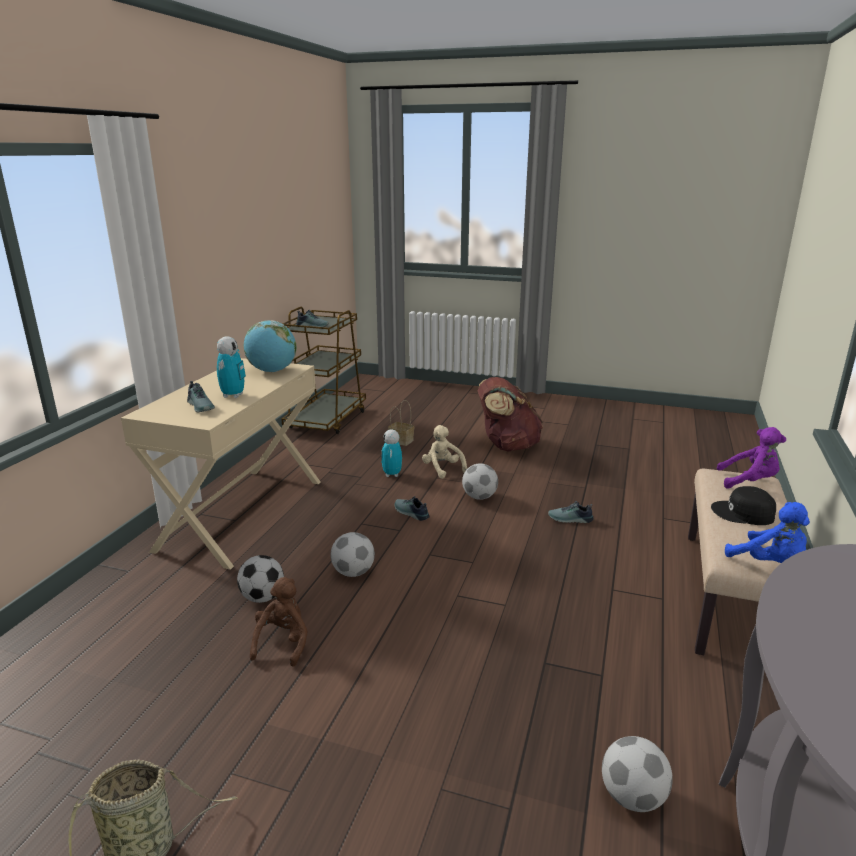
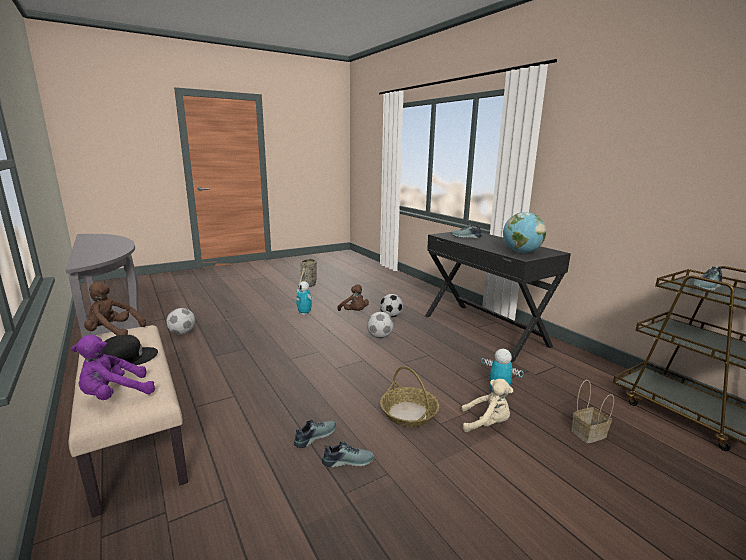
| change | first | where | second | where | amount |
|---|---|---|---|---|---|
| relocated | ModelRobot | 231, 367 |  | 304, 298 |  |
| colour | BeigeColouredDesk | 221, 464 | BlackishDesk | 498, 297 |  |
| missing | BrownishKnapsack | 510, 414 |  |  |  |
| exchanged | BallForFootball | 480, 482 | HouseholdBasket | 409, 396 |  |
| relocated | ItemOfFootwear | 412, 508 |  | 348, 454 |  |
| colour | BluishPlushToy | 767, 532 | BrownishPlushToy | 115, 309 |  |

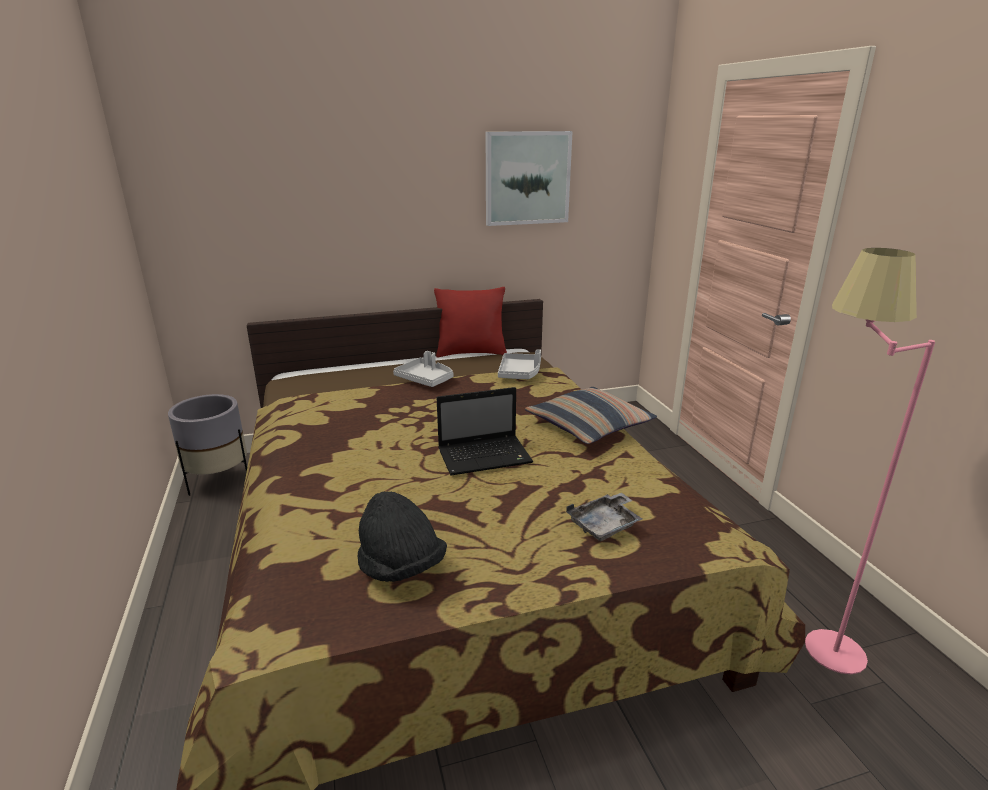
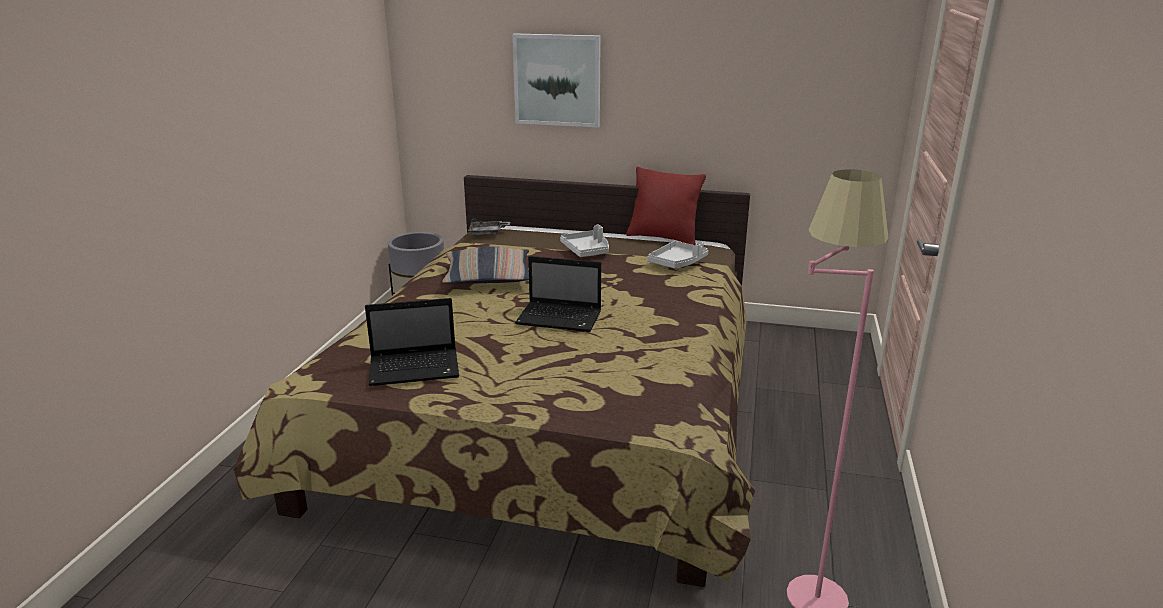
| change | first | where | second | where | amount |
|---|---|---|---|---|---|
| relocated | Picture | 529, 178 |  | 556, 80 |  |
| relocated | Cushion | 591, 415 |  | 485, 265 |  |
| exchanged | BlackishClothingHat | 402, 537 | PortableComputer | 412, 342 |  |
| relocated | GreyishTray | 604, 517 |  | 489, 227 |  |

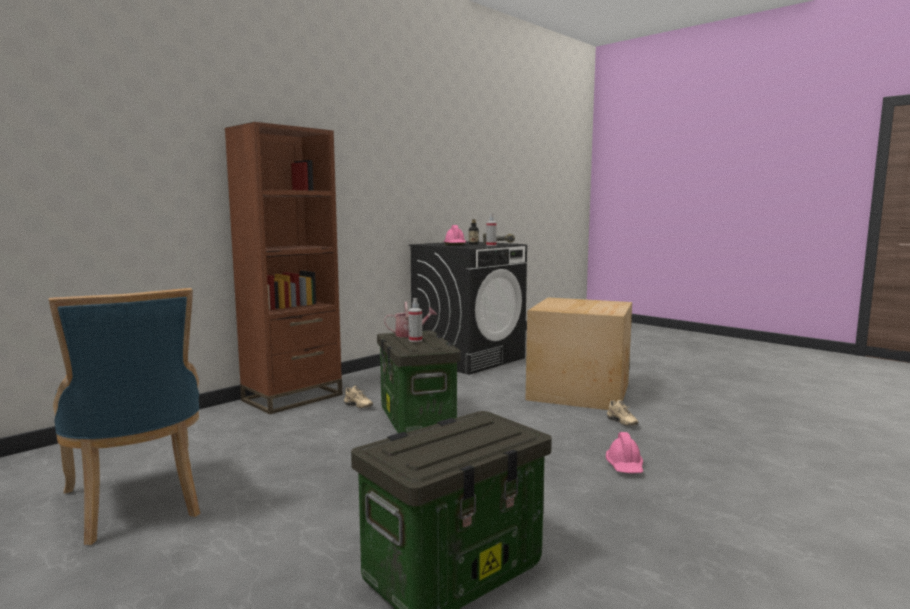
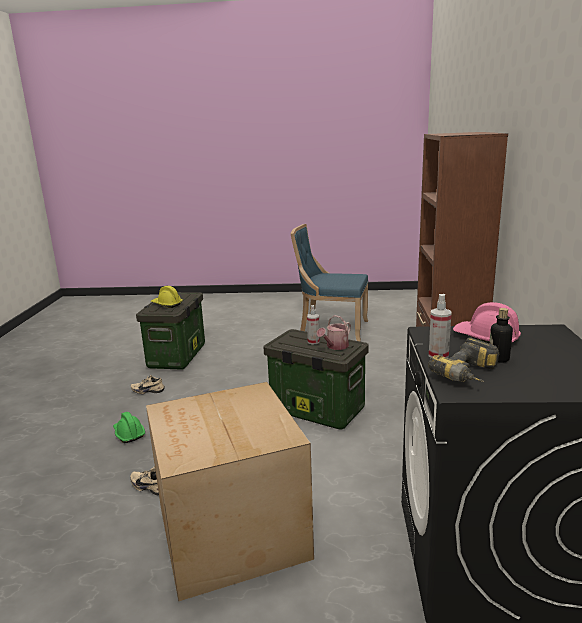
| change | first | where | second | where | amount |
|---|---|---|---|---|---|
| relocated | BeigeColouredItemOfFootwear | 358, 397 |  | 148, 384 |  |
| colour | PinkishHardHat | 624, 452 | GreenHardHat | 129, 427 |  |
| appeared |  |  | YellowColouredHardHat | 167, 297 |  |

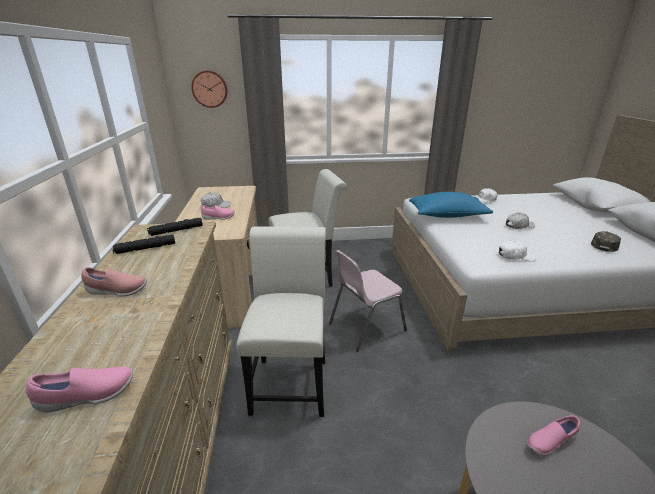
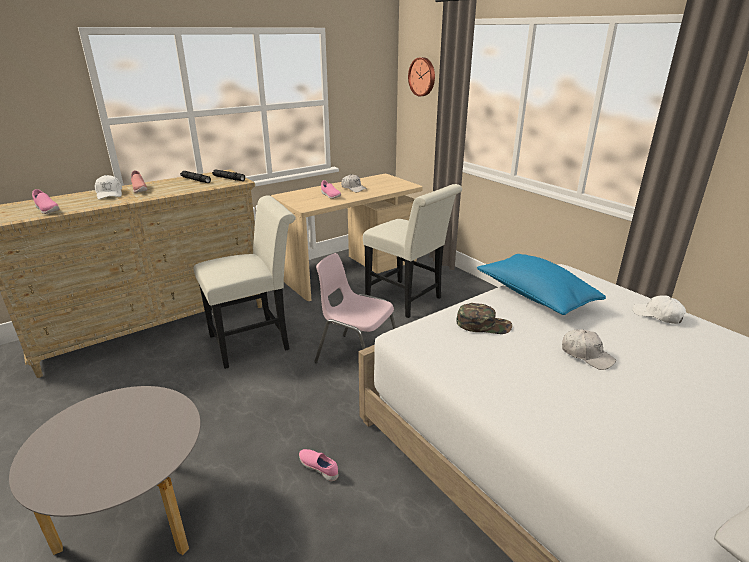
| change | first | where | second | where | amount |
|---|---|---|---|---|---|
| relocated | GreenPeakedCap | 606, 241 |  | 484, 318 |  |
| relocated | WhiteColouredPeakedCap | 517, 251 |  | 108, 187 |  |
| relocated | PinkishItemOfFootwear | 553, 435 |  | 318, 465 |  |

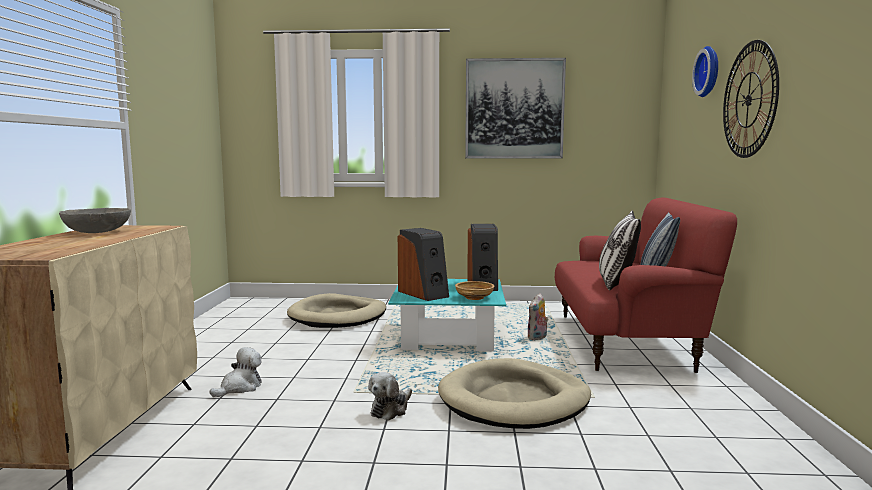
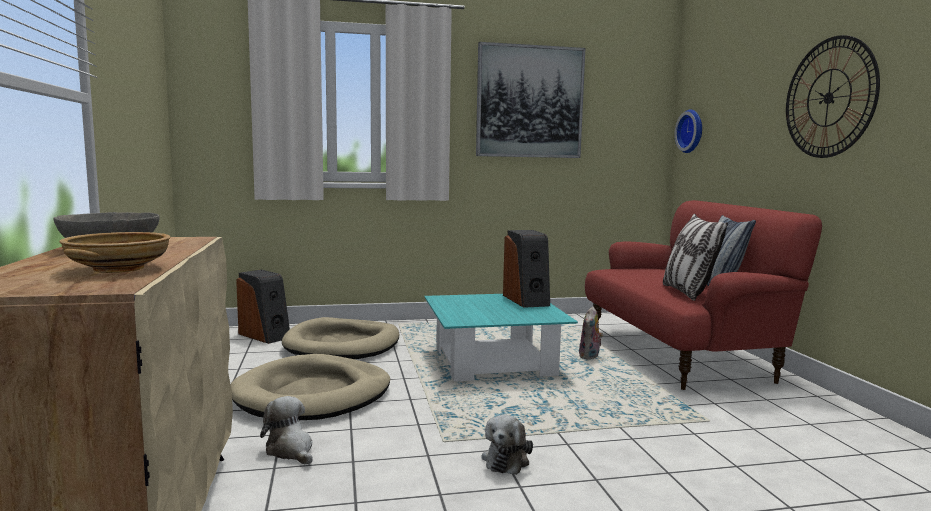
| change | first | where | second | where | amount |
|---|---|---|---|---|---|
| relocated | ClockOnTheWall | 705, 71 |  | 688, 131 |  |
| relocated | Loudspeaker | 423, 264 |  | 263, 307 |  |
| relocated | BeigeColouredDeepDish | 474, 290 |  | 115, 252 |  |
| spun | PlushToy | 236, 372 |  | 286, 430 | 60 degrees counterclockwise |
| relocated | BeigeColouredDogCushion | 514, 393 |  | 310, 387 |  |

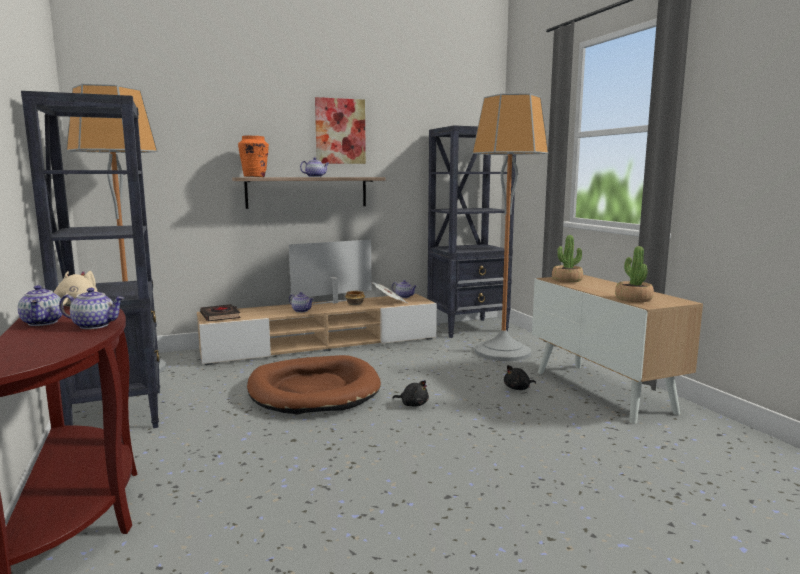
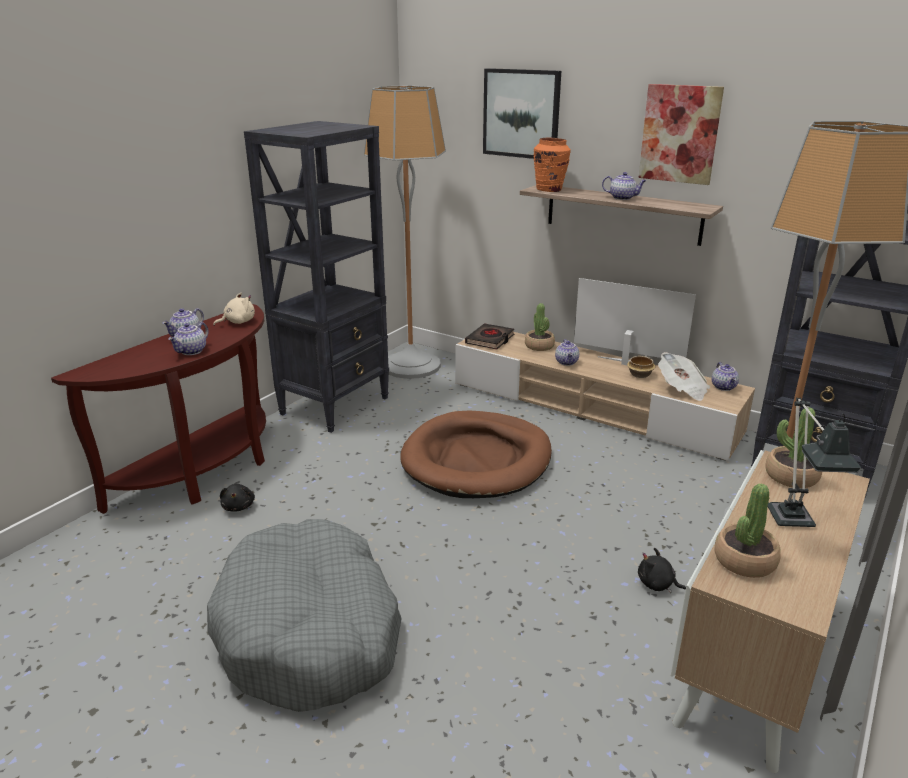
| change | first | where | second | where | amount |
|---|---|---|---|---|---|
| spun | Teapot | 91, 308 |  | 188, 338 | 60 degrees clockwise |
| relocated | BlackishPlushToy | 410, 393 |  | 237, 498 |  |
| appeared |  |  | Picture | 522, 113 |  |
| appeared |  |  | PlantInAPot | 540, 327 |  |
| appeared |  |  | TableLamp | 814, 462 |  |
| appeared |  |  | GreyishDogCushion | 304, 615 |  |

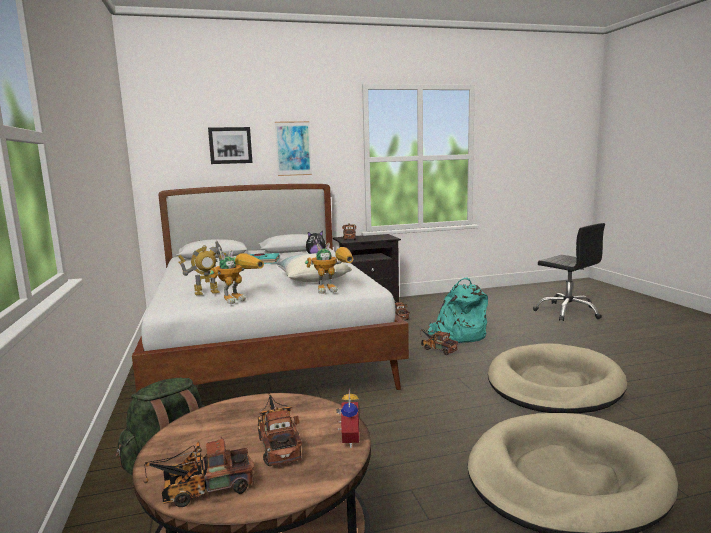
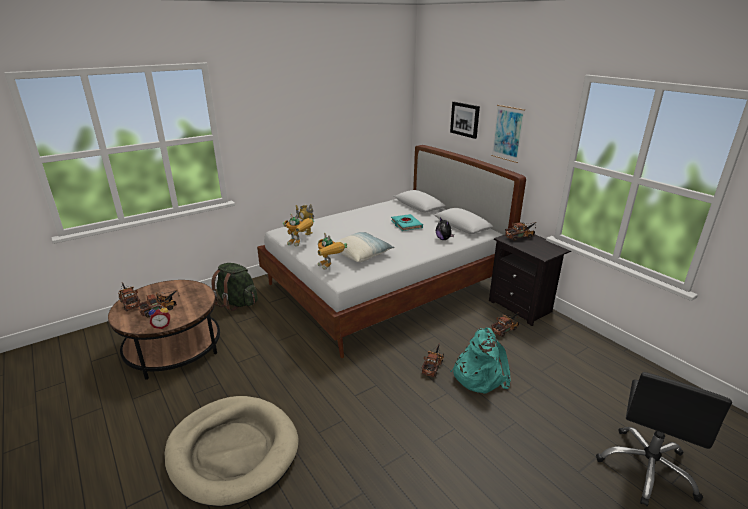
| change | first | where | second | where | amount |
|---|---|---|---|---|---|
| missing | BeigeColouredDogCushion | 557, 378 |  |  |  |

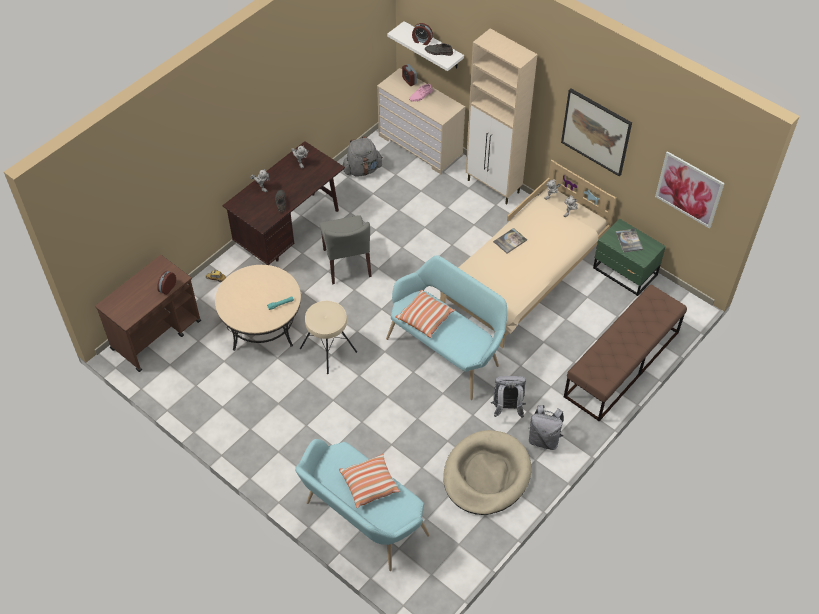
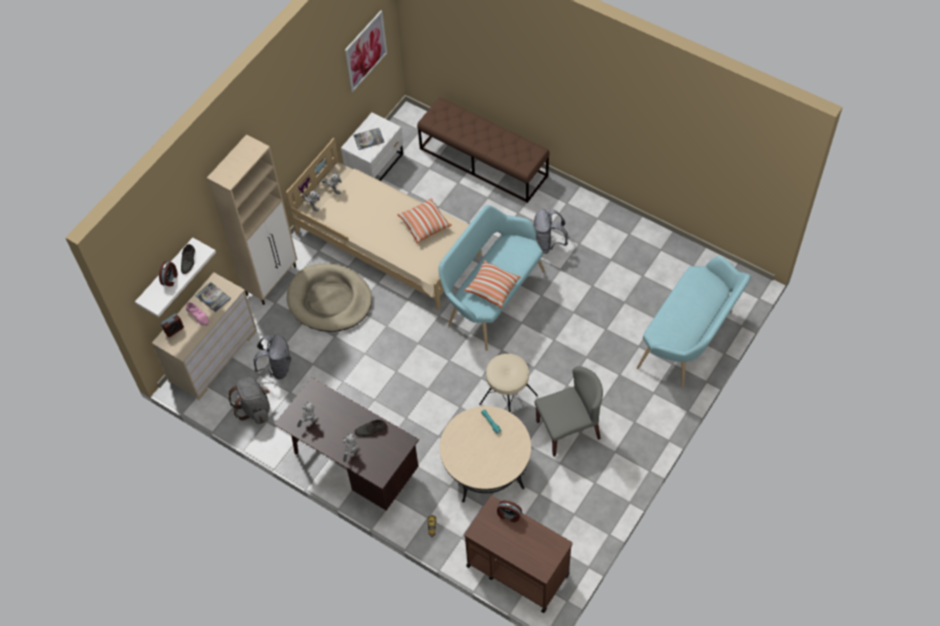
| change | first | where | second | where | amount |
|---|---|---|---|---|---|
| missing | Picture | 596, 132 |  |  |  |
| relocated | GreyishPlainChair | 345, 249 |  | 568, 411 |  |
| colour | GreenNightTable | 629, 257 | WhiteColouredNightTable | 372, 146 |  |
| relocated | Book | 510, 241 |  | 213, 297 |  |
| relocated | GreyishKnapsack | 546, 427 |  | 272, 356 |  |
| relocated | BeigeColouredDogCushion | 487, 472 |  | 329, 297 |  |
| relocated | Cushion | 369, 481 |  | 424, 220 |  |

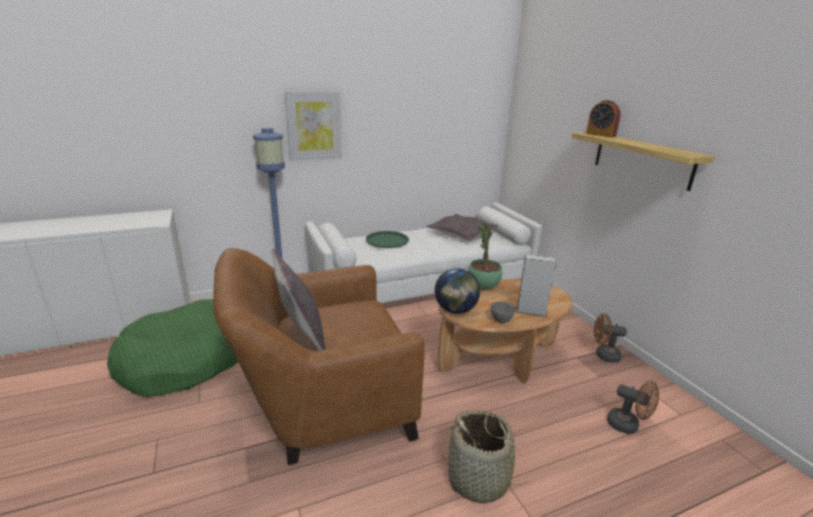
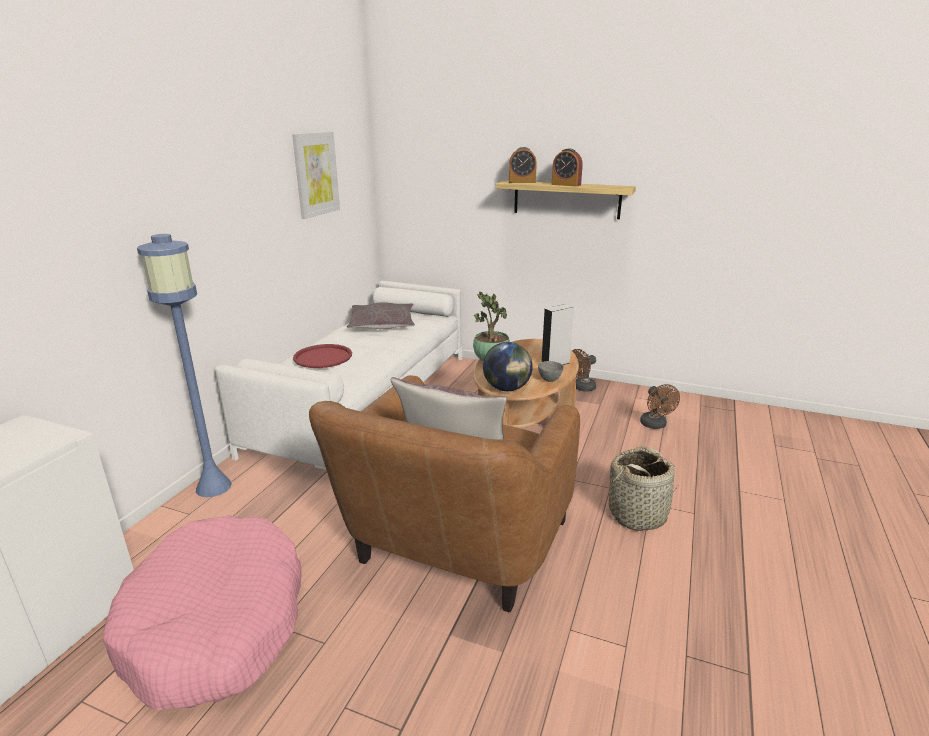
| change | first | where | second | where | amount |
|---|---|---|---|---|---|
| relocated | Picture | 313, 126 |  | 316, 175 |  |
| colour | GreenTray | 387, 239 | RedTray | 322, 356 |  |
| colour | GreenDogCushion | 172, 348 | PinkishDogCushion | 201, 613 |  |
| spun | BrownishElectricFan | 633, 407 |  | 660, 406 | 90 degrees clockwise |
| appeared |  |  | BedsideClock | 567, 167 |  |

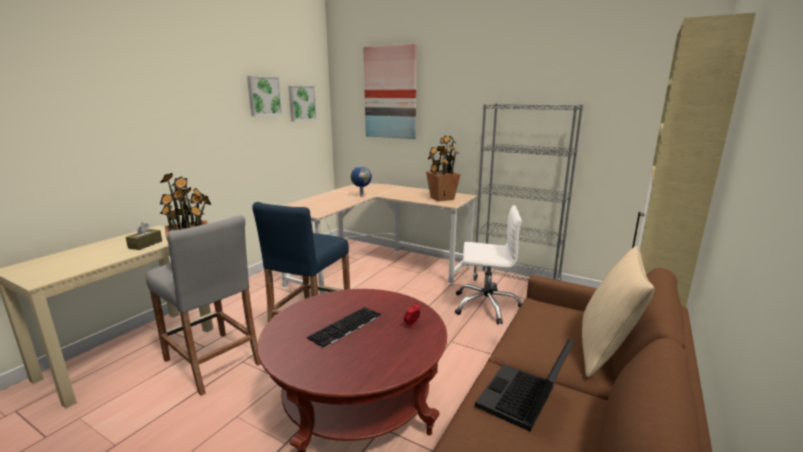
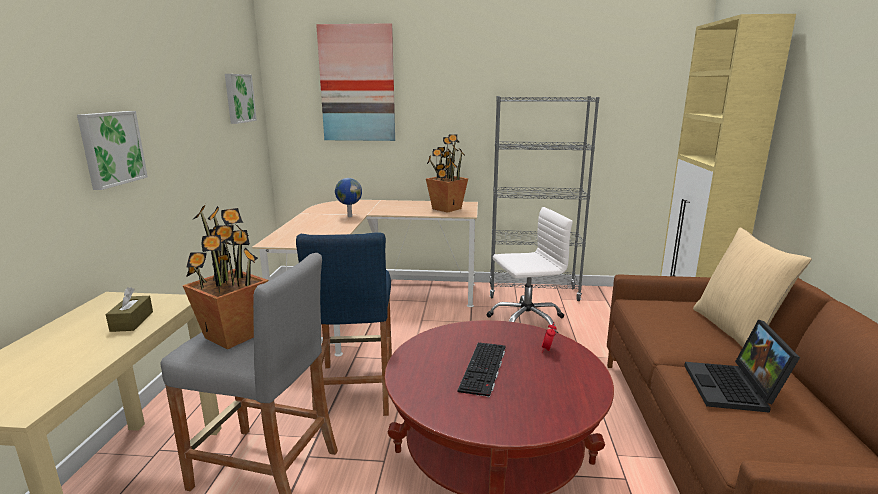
| change | first | where | second | where | amount |
|---|---|---|---|---|---|
| relocated | Picture | 264, 96 |  | 112, 150 |  |

